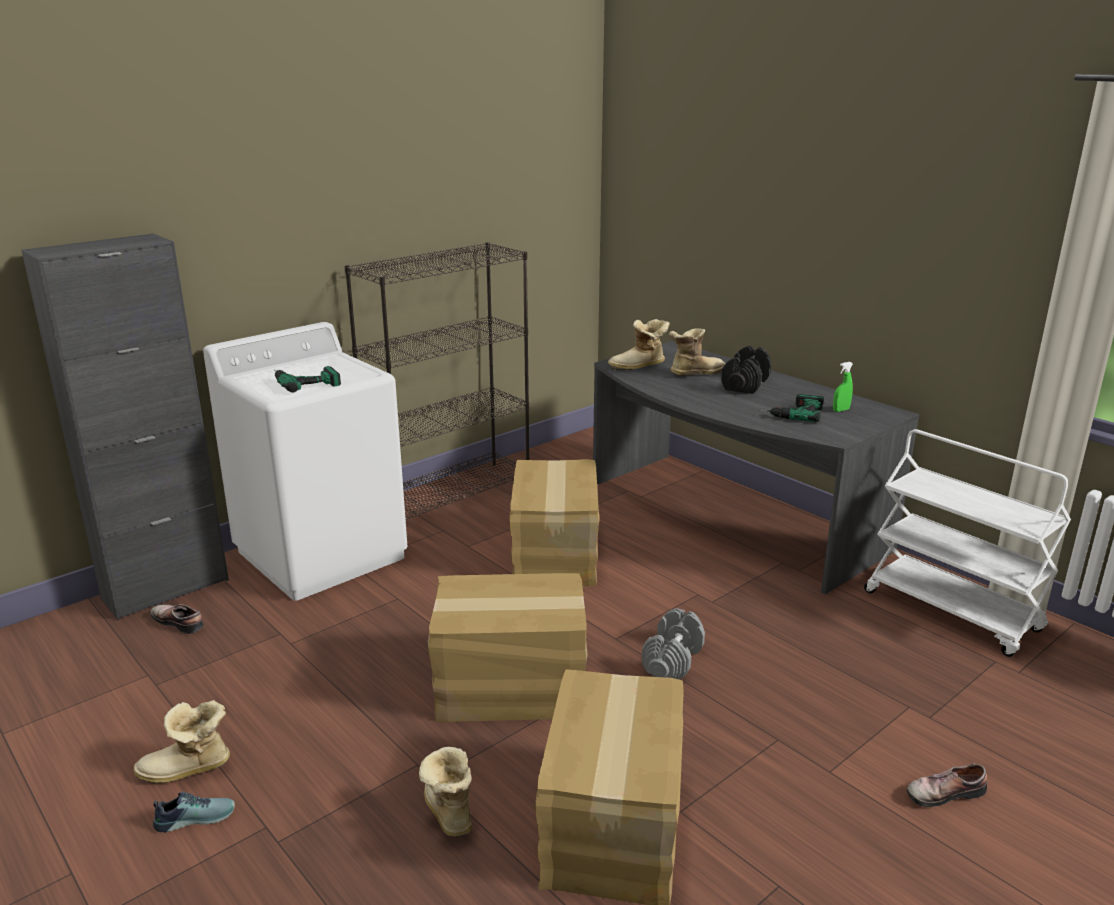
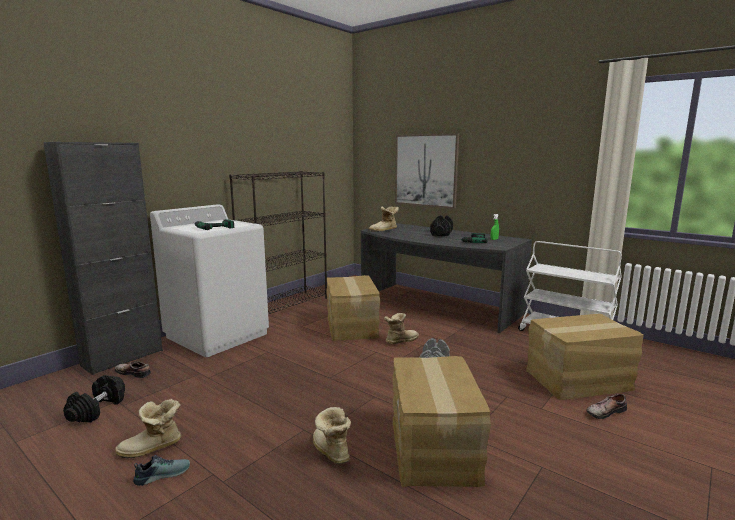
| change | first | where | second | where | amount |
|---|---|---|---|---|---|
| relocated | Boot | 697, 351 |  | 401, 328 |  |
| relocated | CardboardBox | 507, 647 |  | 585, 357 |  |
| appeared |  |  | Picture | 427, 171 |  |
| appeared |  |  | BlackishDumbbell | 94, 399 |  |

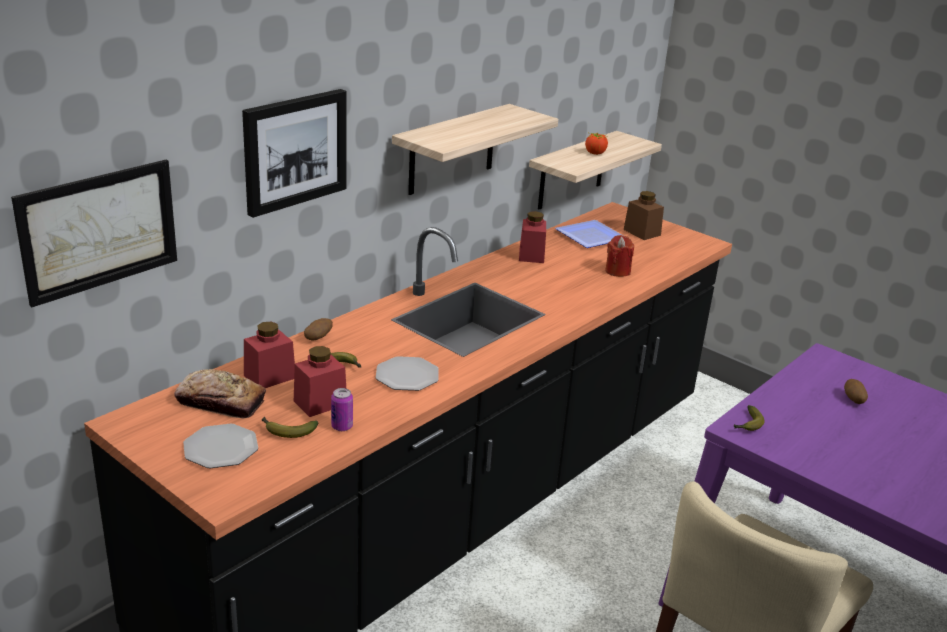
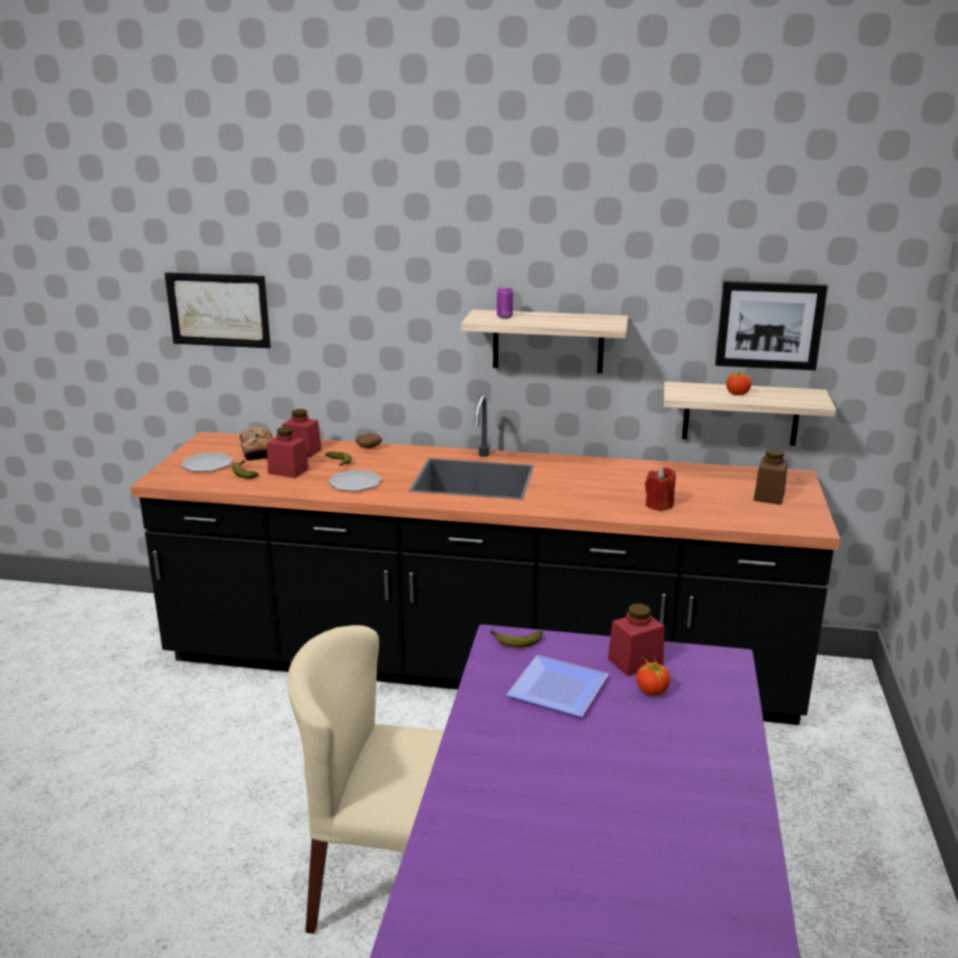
| change | first | where | second | where | amount |
|---|---|---|---|---|---|
| relocated | Picture | 294, 153 |  | 771, 326 |  |
| relocated | RedPreserveJar | 532, 237 |  | 636, 640 |  |
| relocated | Plate | 588, 234 |  | 557, 686 |  |
| exchanged | Potato | 856, 391 | WholeTomato | 653, 675 |  |
| relocated | MetalCan | 342, 409 |  | 505, 302 |  |

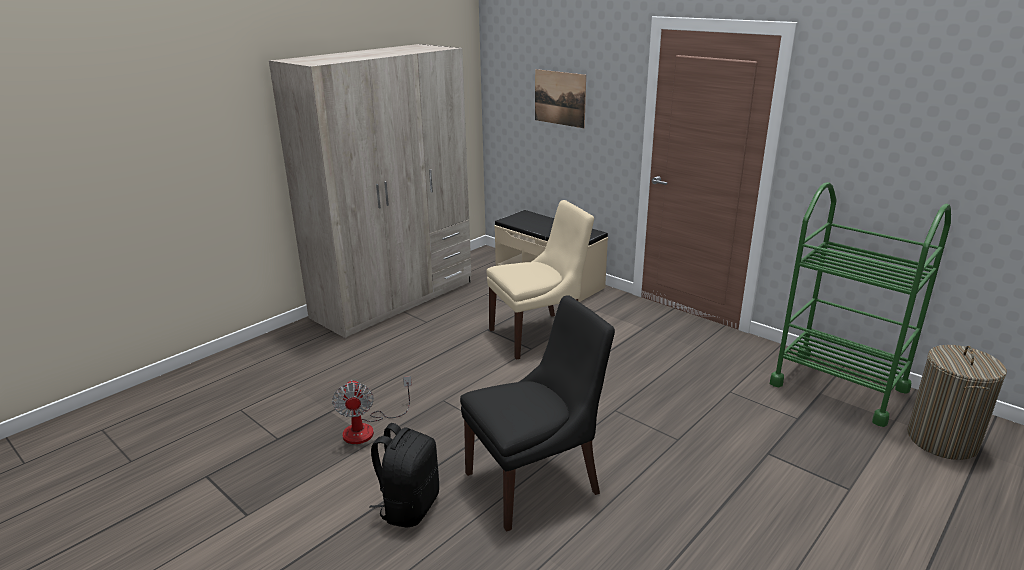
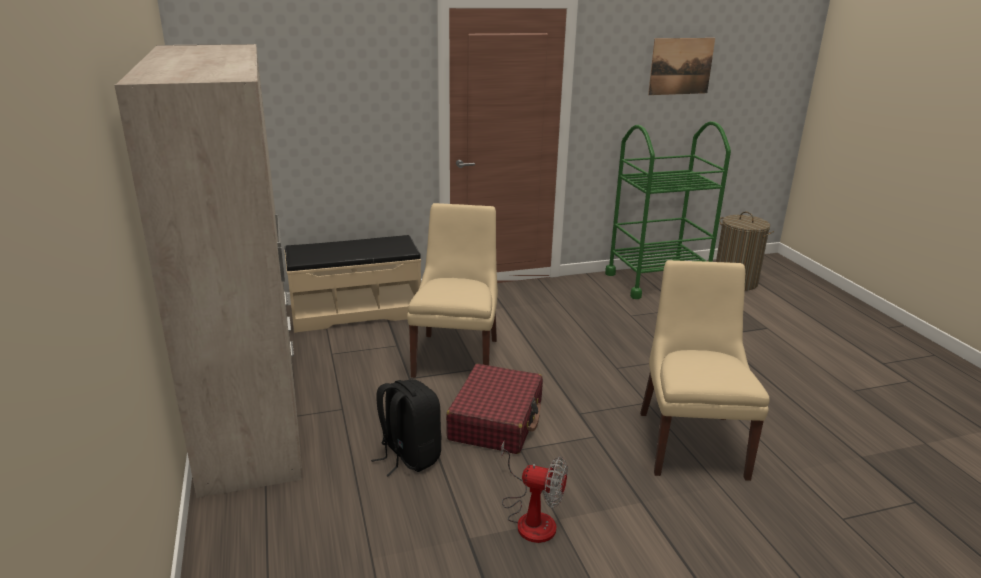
| change | first | where | second | where | amount |
|---|---|---|---|---|---|
| relocated | Picture | 560, 98 |  | 681, 66 |  |
| colour | BlackishPlainChair | 537, 413 | BeigeColouredPlainChair | 705, 370 |  |
| relocated | BlackishKnapsack | 404, 475 |  | 406, 427 |  |
| appeared |  |  | RedSuitcase | 494, 409 |  |

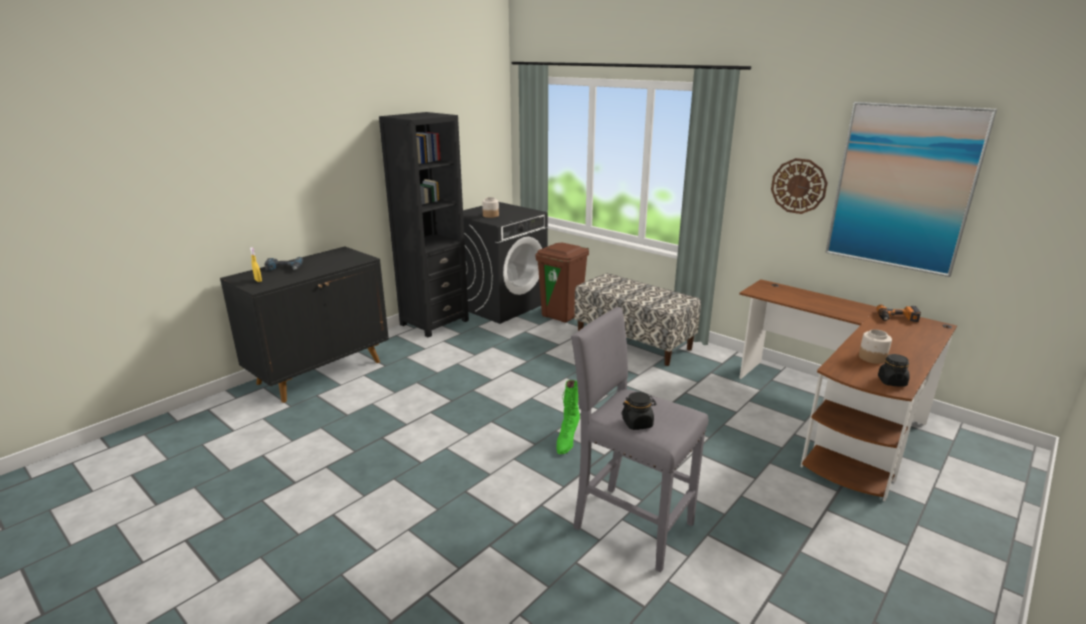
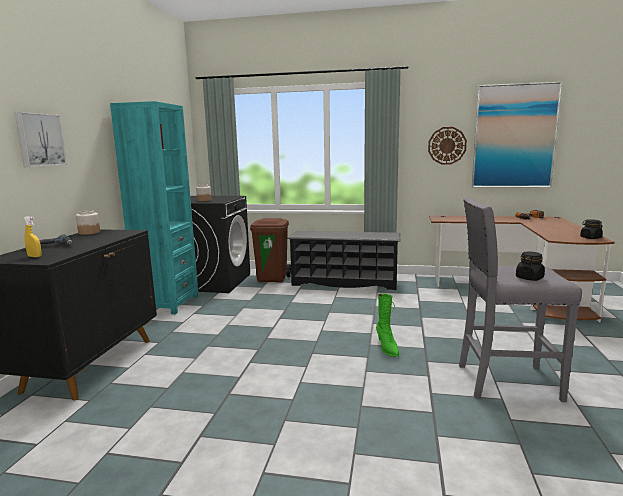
| change | first | where | second | where | amount |
|---|---|---|---|---|---|
| colour | BlackishShelvingUnit | 424, 224 | BlueGreenShelvingUnit | 154, 207 |  |
| exchanged | Bench | 637, 319 | BlackishShoeShelf | 343, 260 |  |
| relocated | PreserveJar | 875, 346 |  | 88, 222 |  |
| appeared |  |  | Picture | 41, 139 |  |

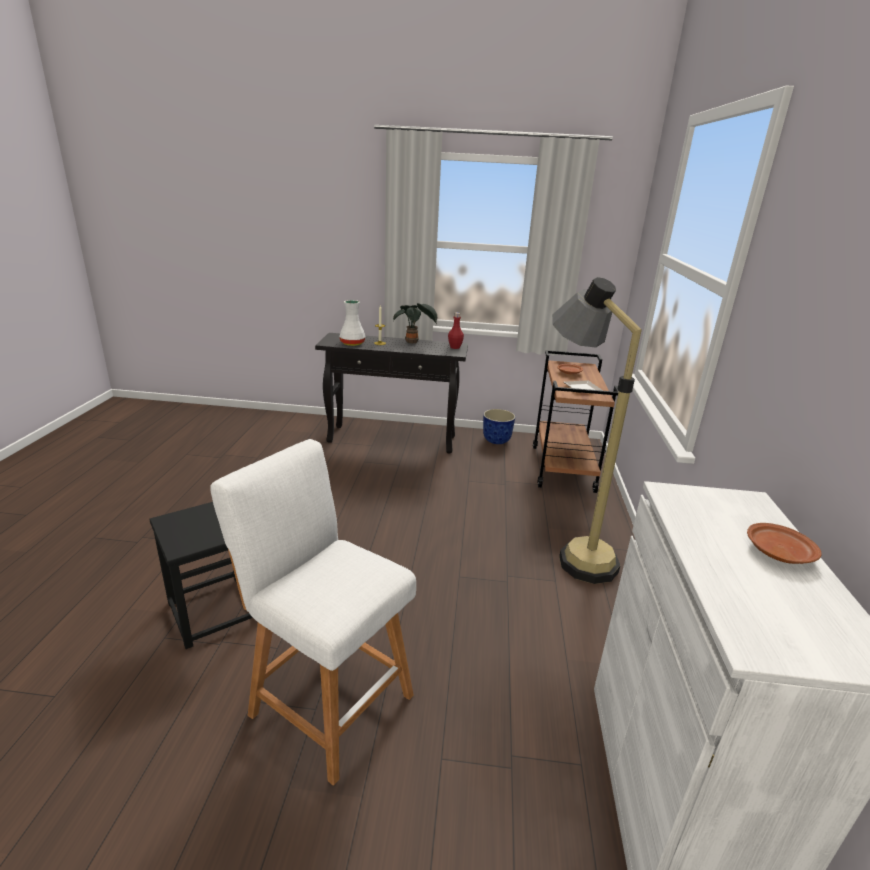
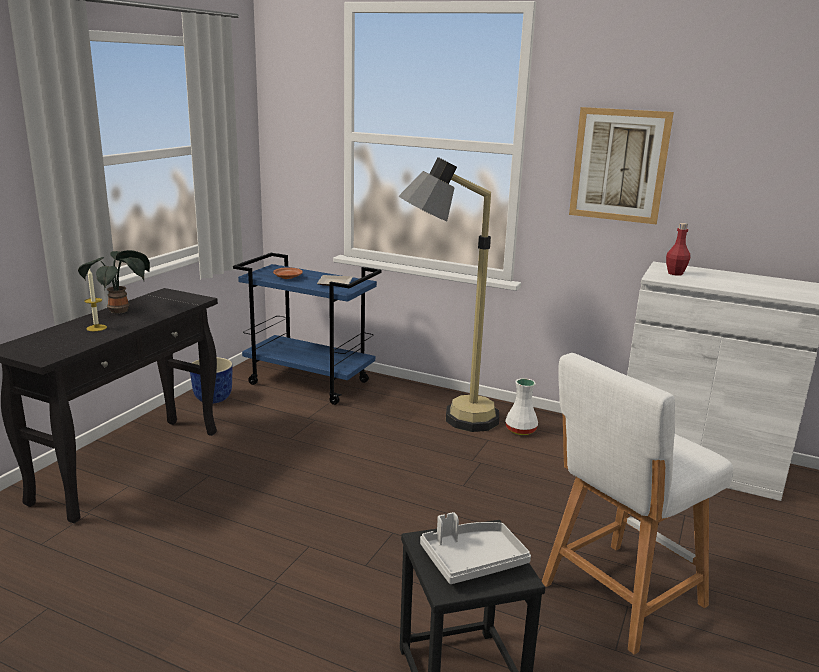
| change | first | where | second | where | amount |
|---|---|---|---|---|---|
| relocated | WhiteColouredDecorativeVase | 352, 323 |  | 521, 406 |  |
| relocated | RedBeverageBottle | 456, 331 |  | 678, 249 |  |
| colour | BrownishWheeledCart | 576, 421 | BluishWheeledCart | 307, 329 |  |
| missing | BrownishPlate | 784, 543 |  |  |  |
| appeared |  |  | Picture | 621, 165 |  |
| appeared |  |  | GreyishTray | 475, 548 |  |

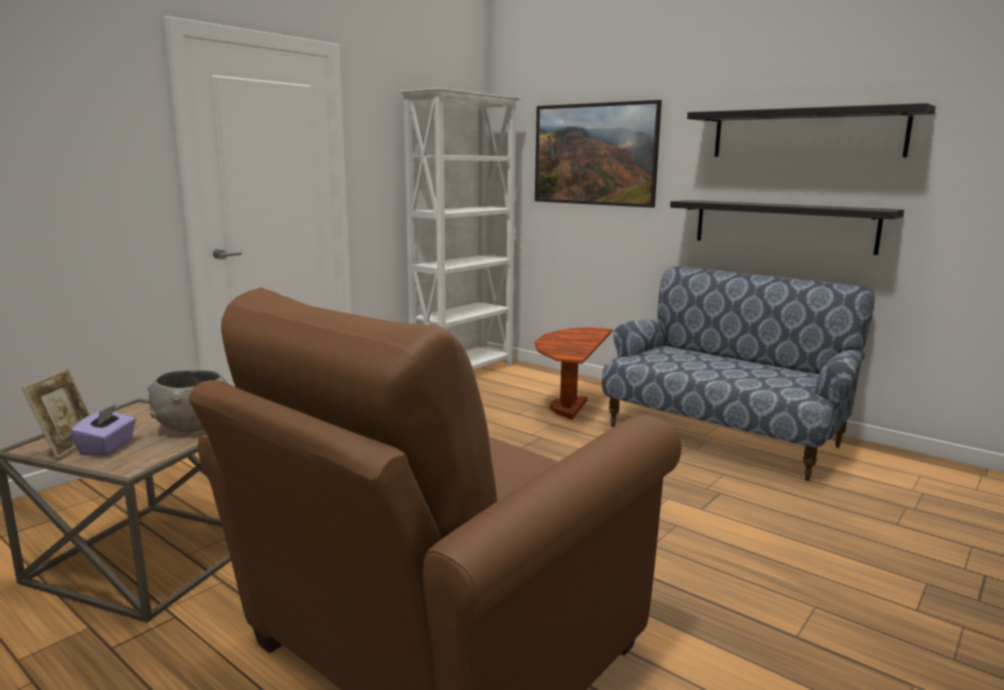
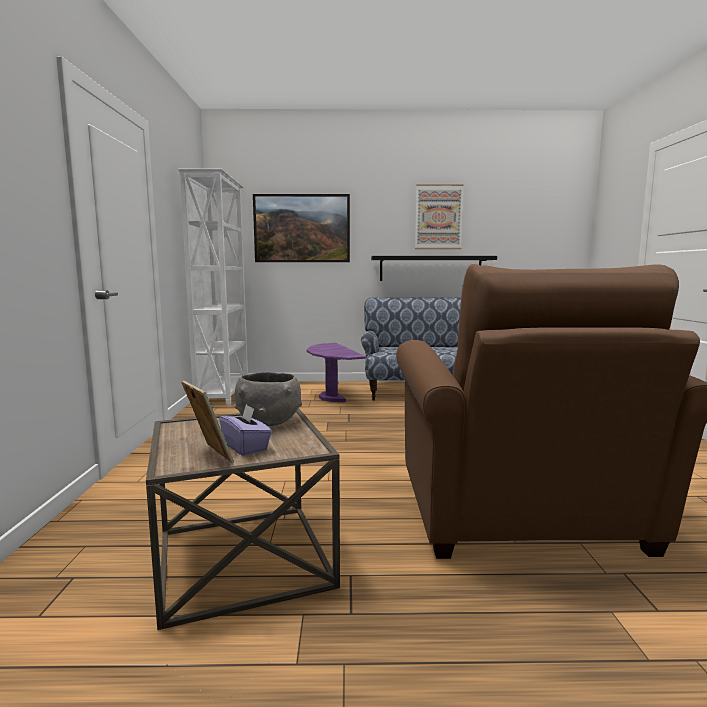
| change | first | where | second | where | amount |
|---|---|---|---|---|---|
| exchanged | BlackishBracketShelf | 811, 130 | Picture | 439, 216 |  |
| colour | BrownishEndTable | 573, 373 | PurpleEndTable | 336, 372 |  |

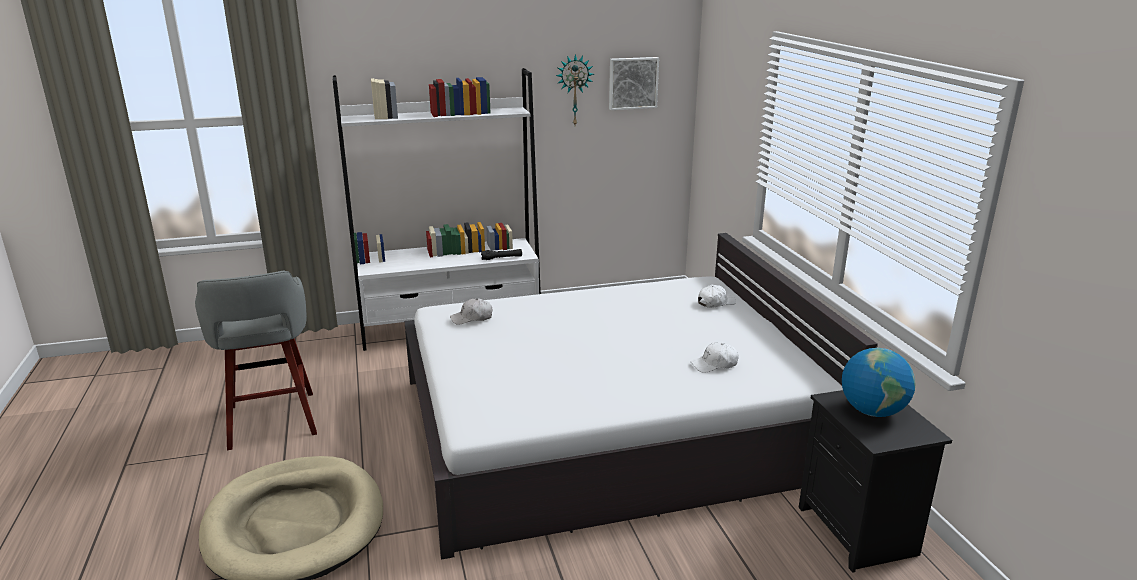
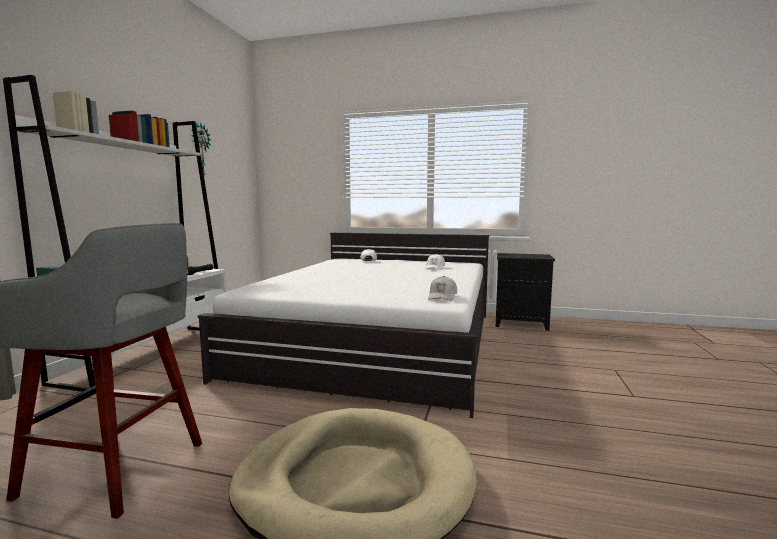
| change | first | where | second | where | amount |
|---|---|---|---|---|---|
| missing | Picture | 634, 83 |  |  |  |
| relocated | WhiteColouredPeakedCap | 471, 311 |  | 442, 288 |  |
| missing | DeskGlobe | 879, 382 |  |  |  |

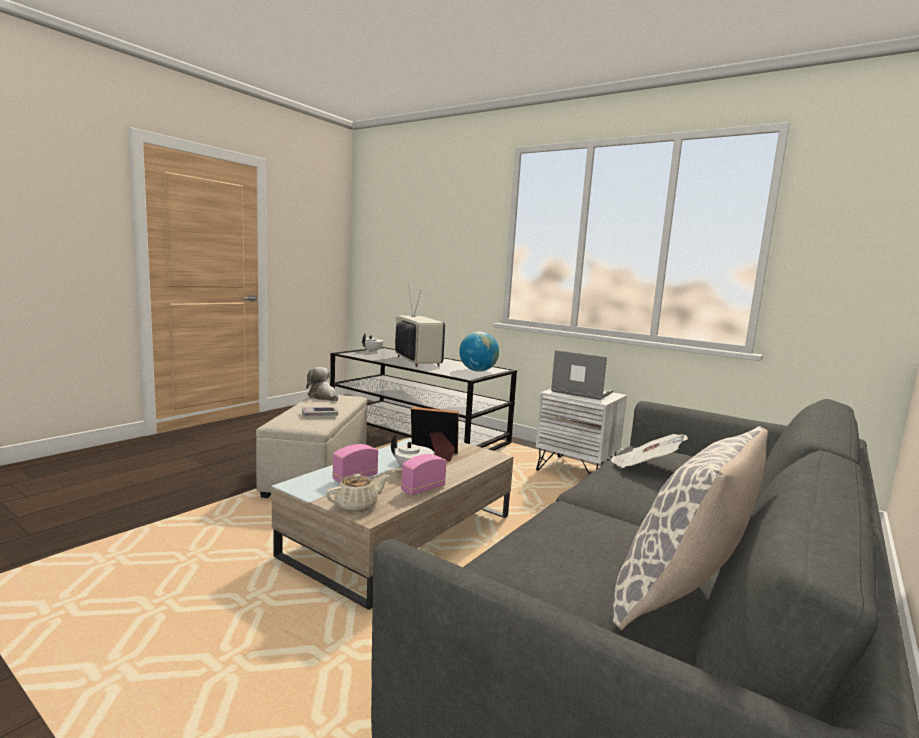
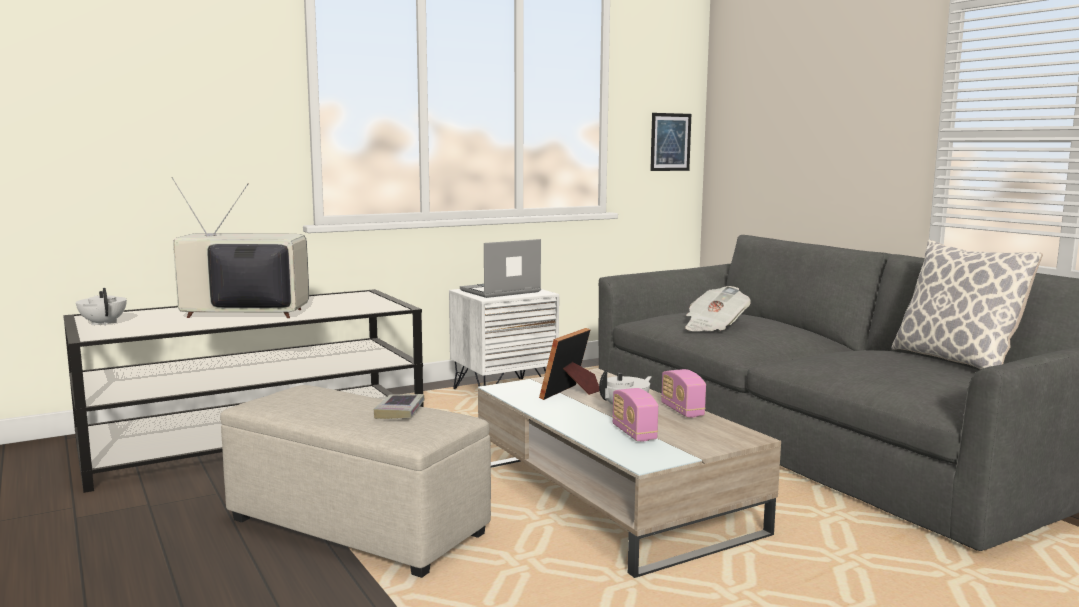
| change | first | where | second | where | amount |
|---|---|---|---|---|---|
| missing | DeskGlobe | 479, 352 |  |  |  |
| missing | PlushToy | 322, 384 |  |  |  |
| missing | BeigeColouredTeapot | 358, 493 |  |  |  |
| appeared |  |  | Picture | 670, 142 |  |

